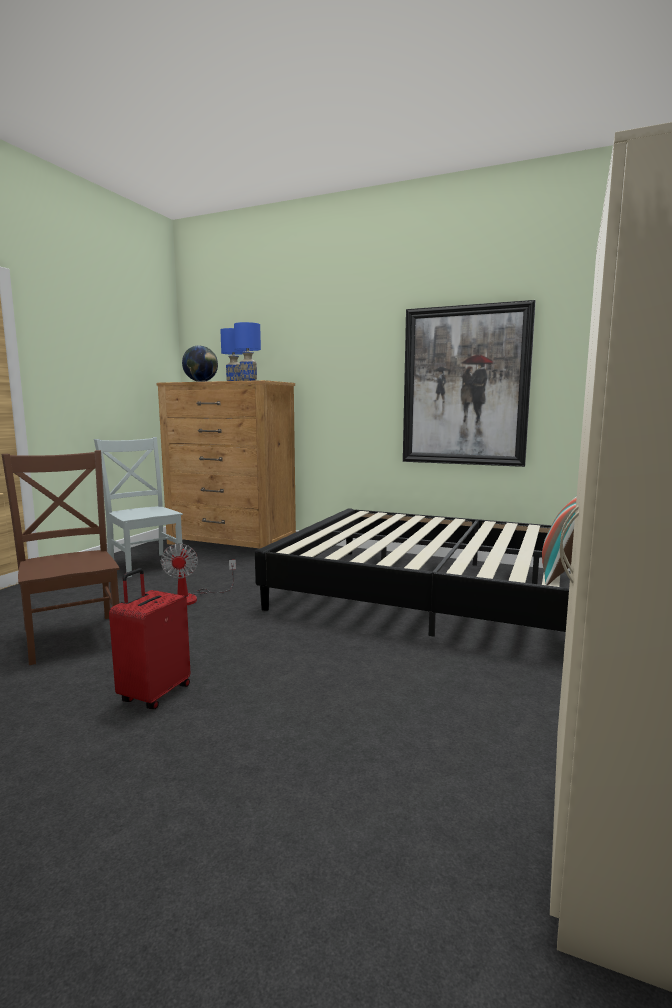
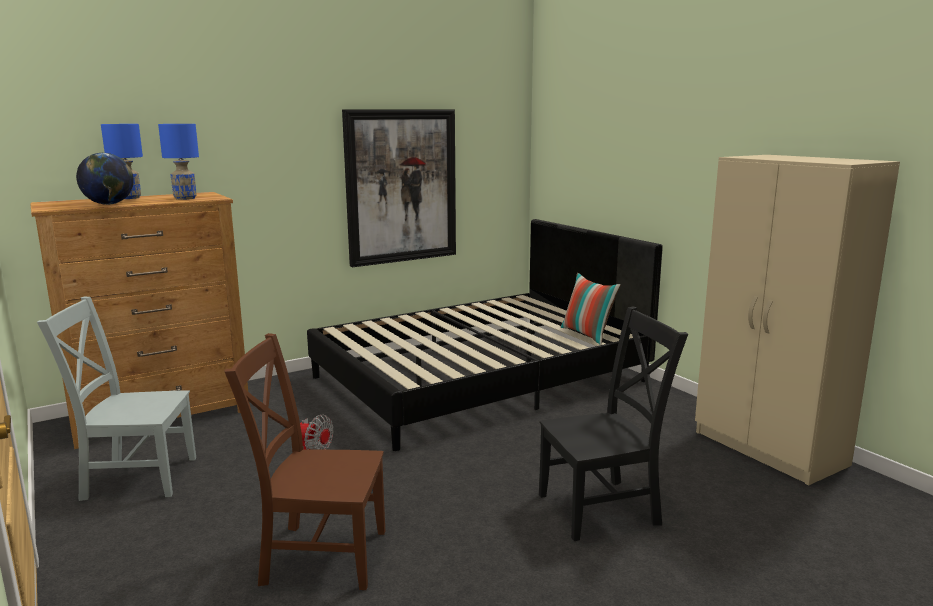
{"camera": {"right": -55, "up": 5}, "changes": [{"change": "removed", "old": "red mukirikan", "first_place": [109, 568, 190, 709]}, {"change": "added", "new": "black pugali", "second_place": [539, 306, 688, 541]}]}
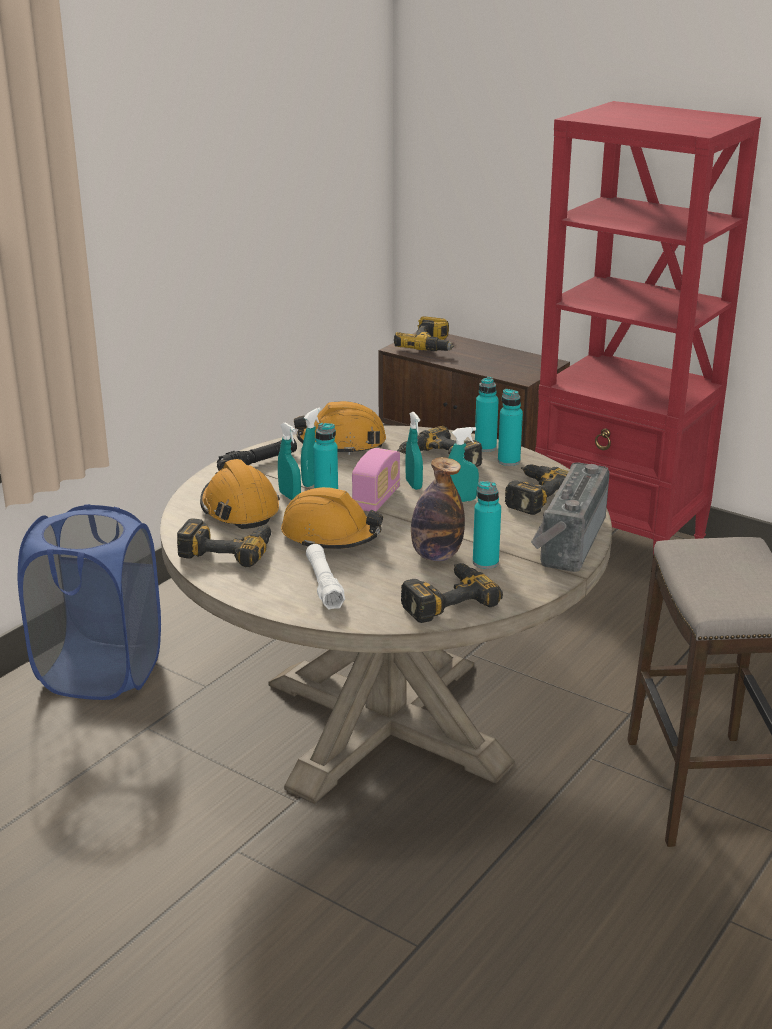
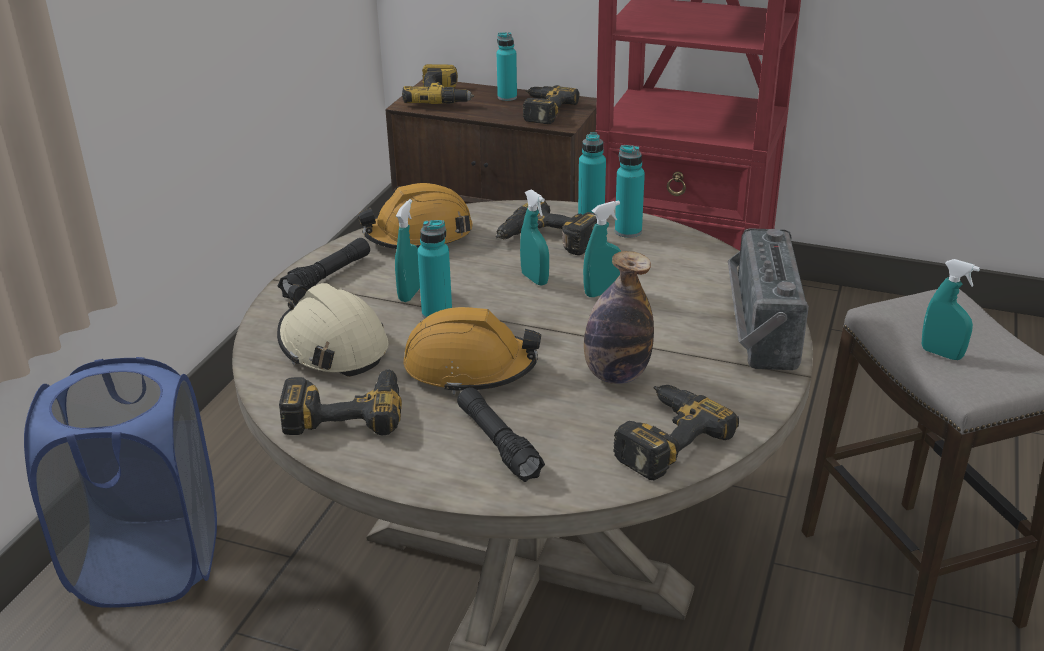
{"camera": {"right": -15, "up": 5}, "changes": [{"change": "recoloured", "old": "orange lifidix", "new": "beige lifidix", "first_place": [200, 459, 280, 529], "second_place": [277, 283, 388, 377]}, {"change": "moved", "old": "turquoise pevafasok", "first_place": [278, 422, 301, 500], "second_place": [922, 259, 980, 360]}, {"change": "recoloured", "old": "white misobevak", "new": "black misobevak", "first_place": [306, 544, 345, 610], "second_place": [457, 387, 545, 482]}, {"change": "removed", "old": "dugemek", "first_place": [352, 448, 400, 511]}, {"change": "moved", "old": "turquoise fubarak", "first_place": [473, 481, 501, 569], "second_place": [497, 32, 517, 101]}, {"change": "moved", "old": "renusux", "first_place": [505, 465, 569, 515], "second_place": [523, 85, 580, 124]}]}
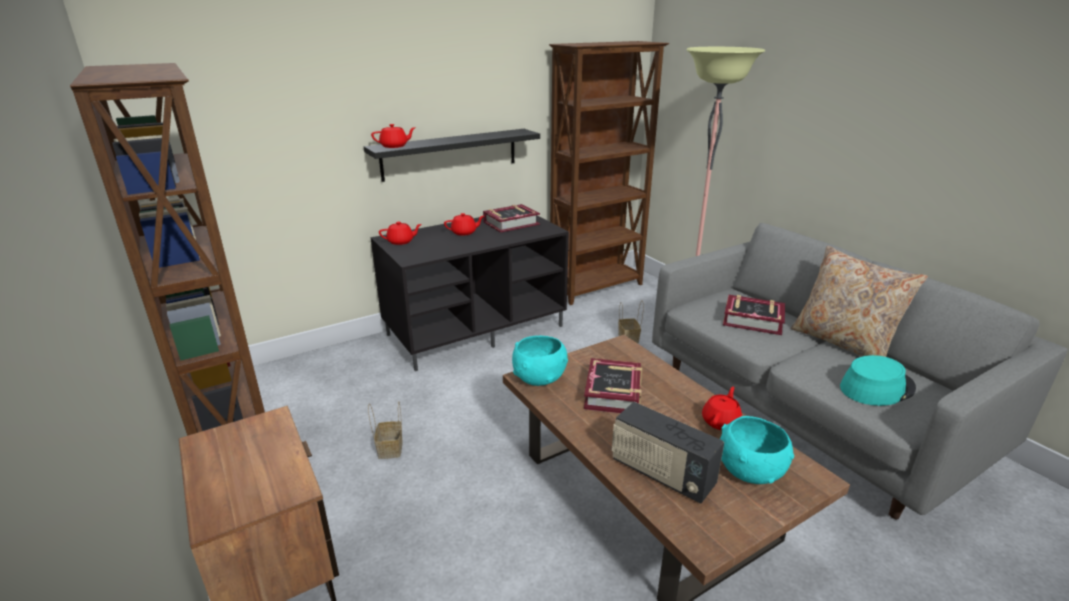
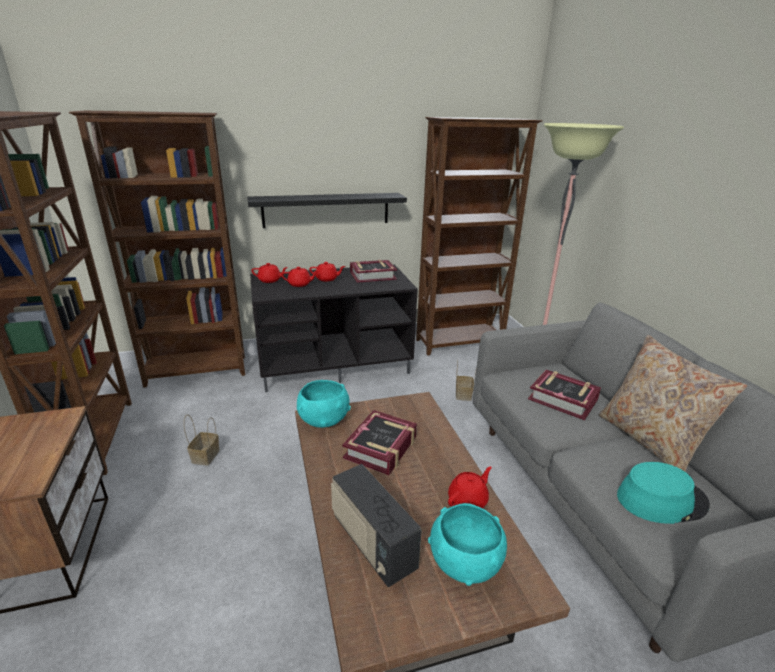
{"camera": {"right": 15, "up": 0}, "changes": [{"change": "moved", "old": "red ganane", "first_place": [371, 124, 416, 148], "second_place": [281, 267, 318, 287]}, {"change": "added", "new": "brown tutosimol", "second_place": [69, 111, 245, 388]}]}
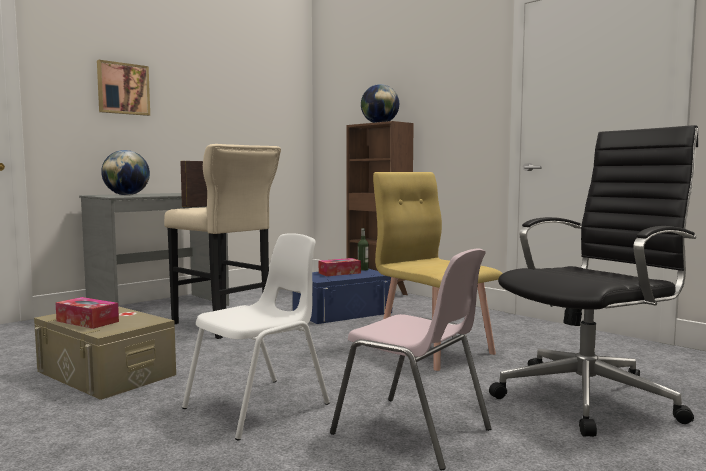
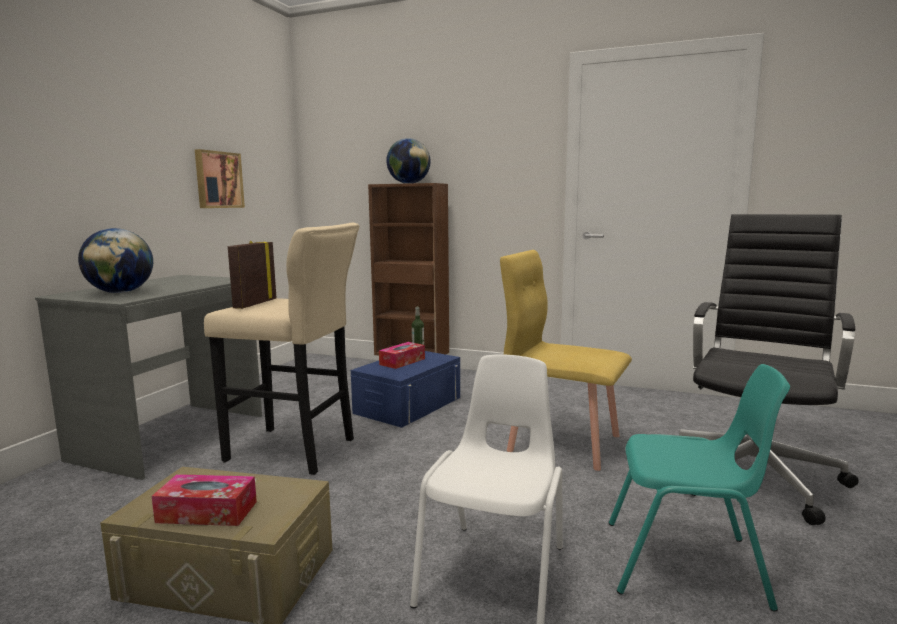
{"camera": {"right": -25, "up": 5}, "changes": [{"change": "moved", "old": "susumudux", "first_place": [97, 60, 150, 116], "second_place": [195, 149, 245, 208]}, {"change": "recoloured", "old": "pink pugali", "new": "turquoise pugali", "first_place": [330, 248, 492, 470], "second_place": [609, 364, 790, 612]}]}
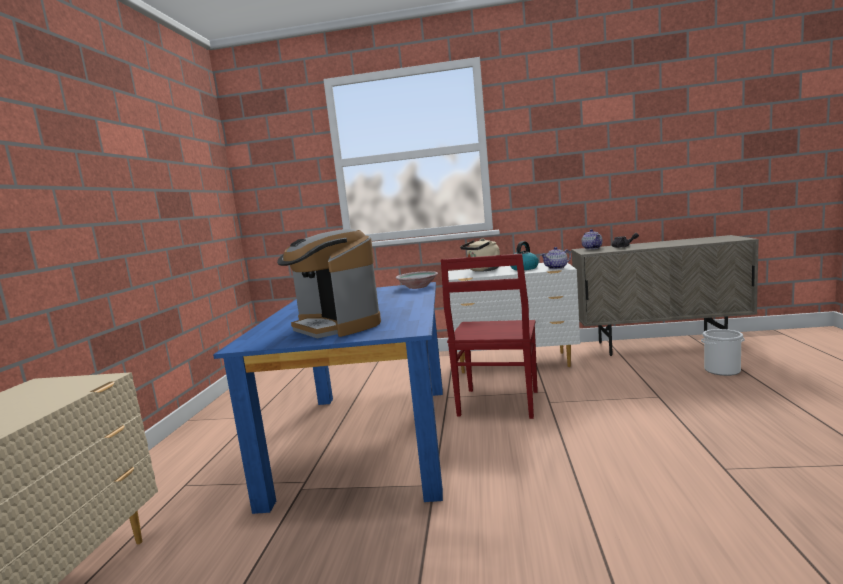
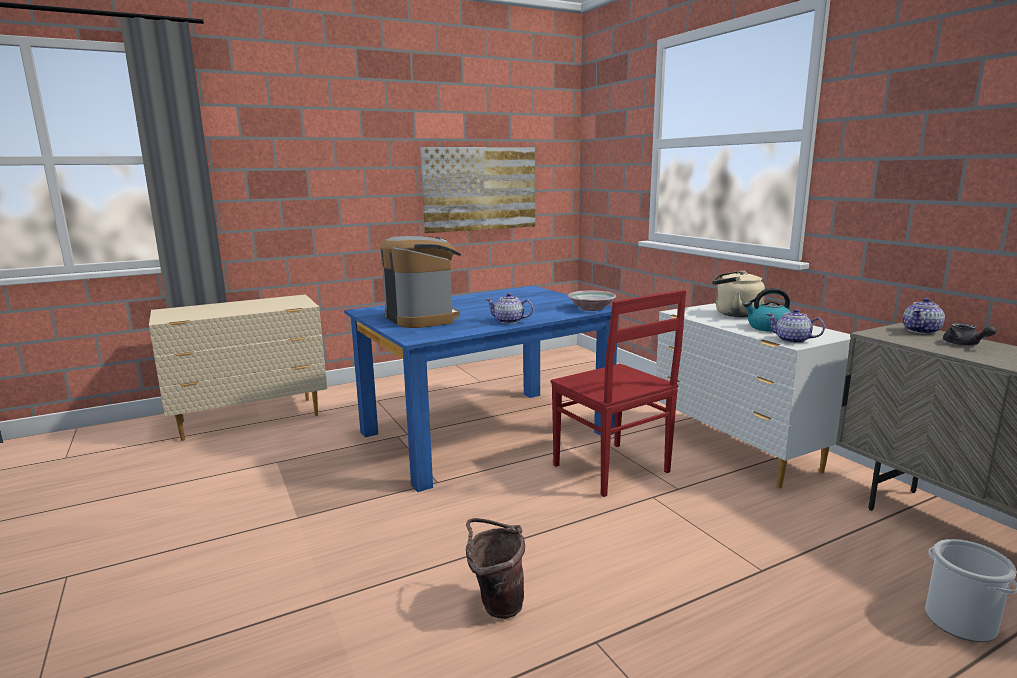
{"camera": {"right": 55, "up": 5}, "changes": [{"change": "turned", "old": "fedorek", "first_place": [277, 229, 381, 338], "second_place": [380, 236, 461, 328], "degrees": 135}, {"change": "turned", "old": "red pugali", "first_place": [441, 254, 538, 419], "second_place": [551, 290, 686, 497], "degrees": -105}, {"change": "added", "new": "susumudux", "second_place": [420, 147, 535, 233]}, {"change": "added", "new": "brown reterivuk", "second_place": [466, 518, 525, 619]}, {"change": "added", "new": "ganane", "second_place": [485, 293, 533, 324]}]}
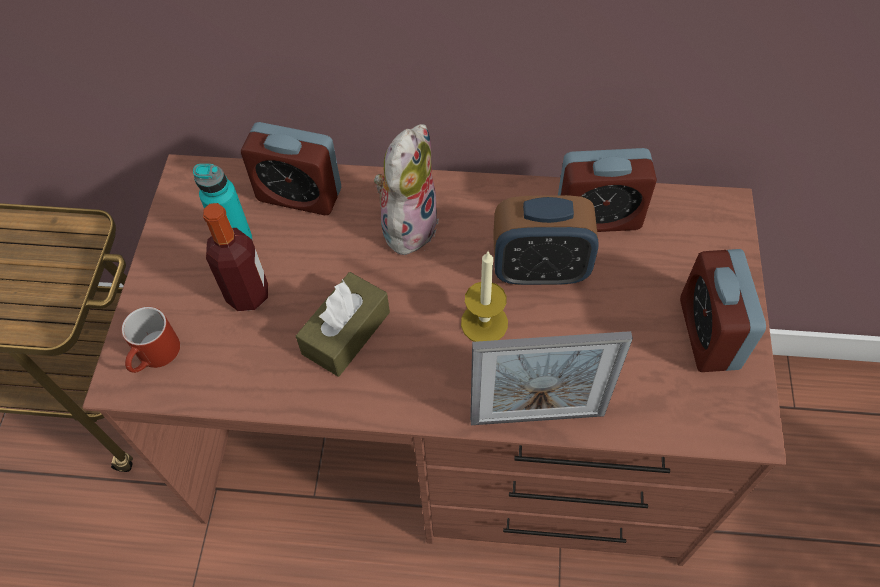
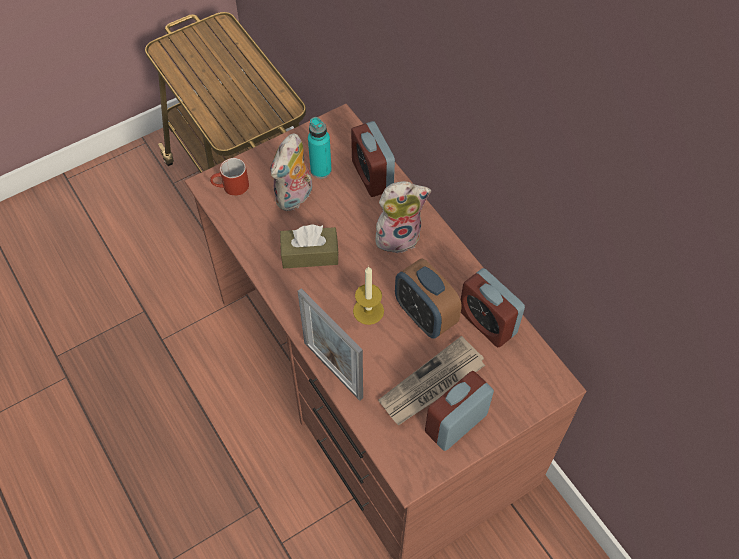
{"camera": {"right": 50, "up": 0}, "changes": [{"change": "replaced", "old": "fubarak", "new": "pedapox", "first_place": [203, 203, 268, 311], "second_place": [270, 134, 312, 211]}, {"change": "added", "new": "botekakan", "second_place": [378, 336, 485, 425]}]}
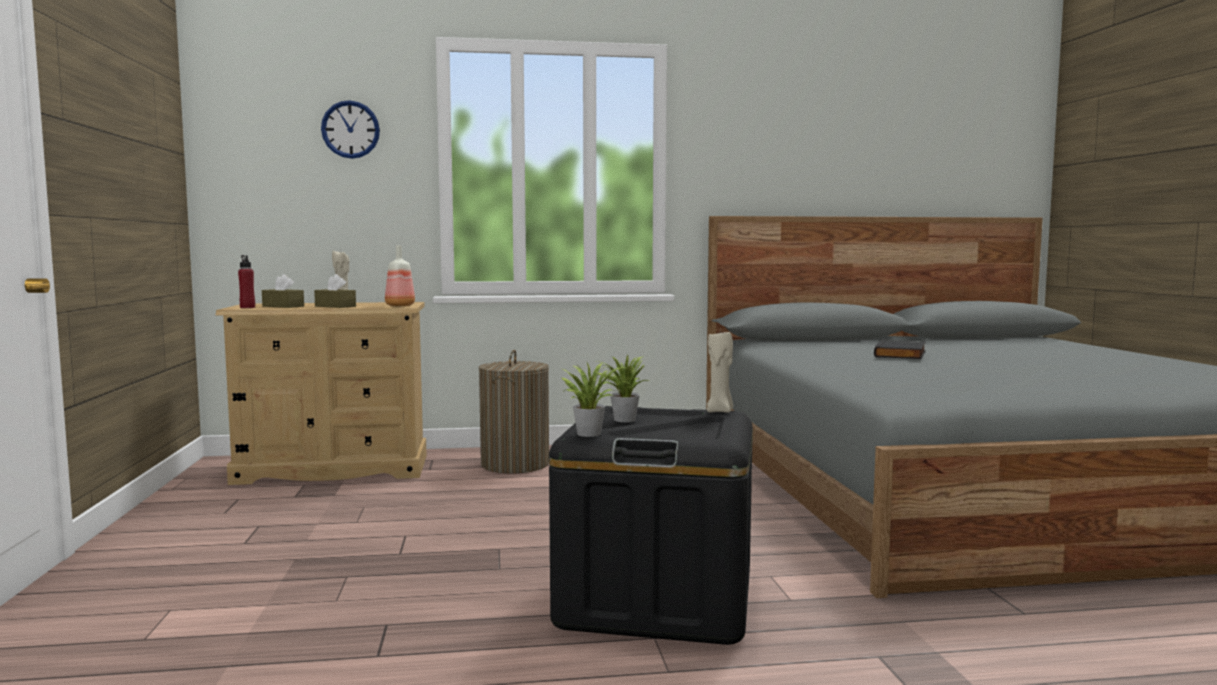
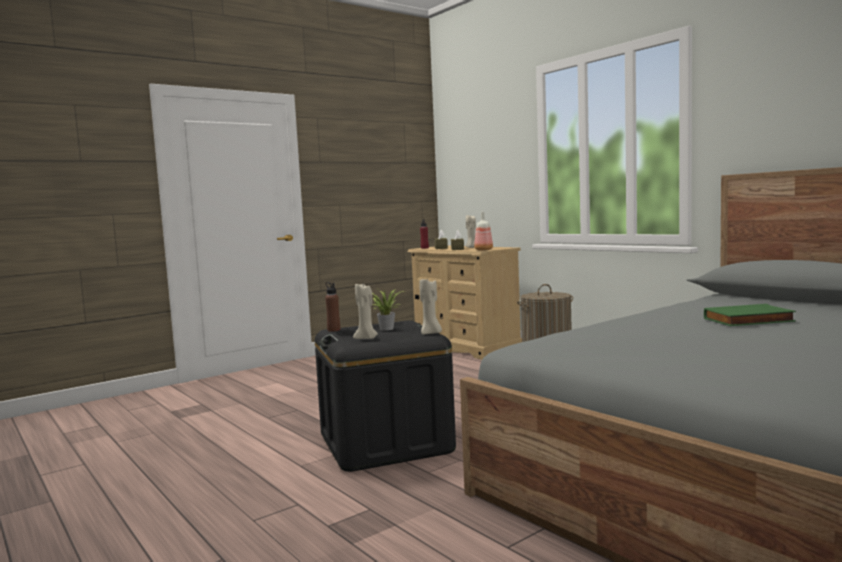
{"camera": {"right": 60, "up": 0}, "changes": [{"change": "removed", "old": "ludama", "first_place": [321, 100, 380, 159]}, {"change": "replaced", "old": "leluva", "new": "brown fubarak", "first_place": [561, 363, 625, 437], "second_place": [325, 282, 340, 331]}, {"change": "recoloured", "old": "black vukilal", "new": "green vukilal", "first_place": [874, 339, 926, 359], "second_place": [704, 304, 796, 326]}, {"change": "added", "new": "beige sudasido", "second_place": [353, 284, 378, 339]}]}
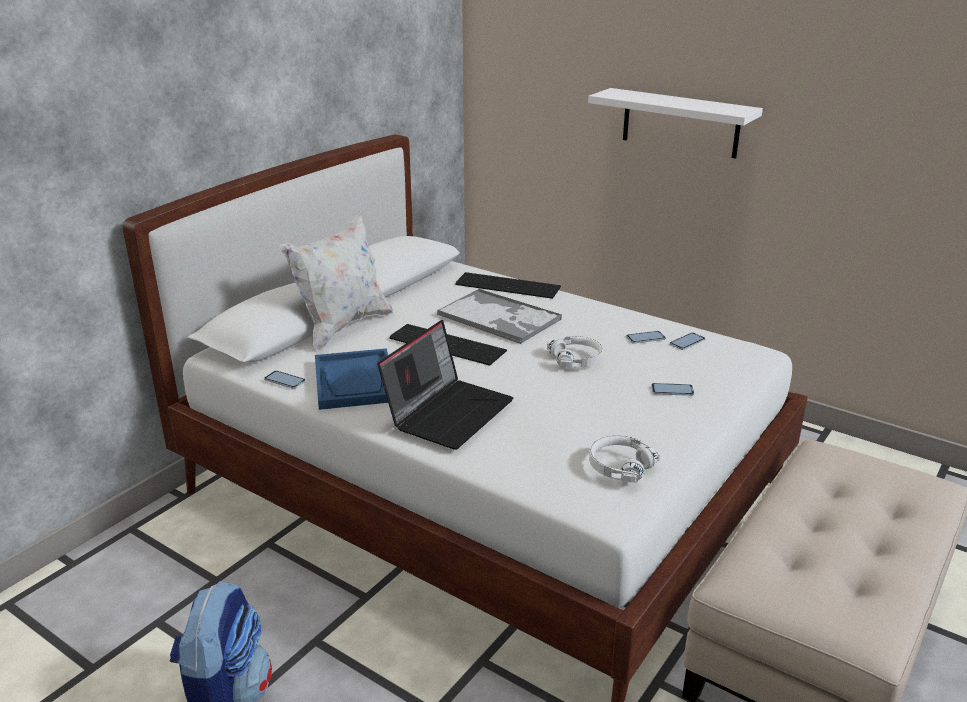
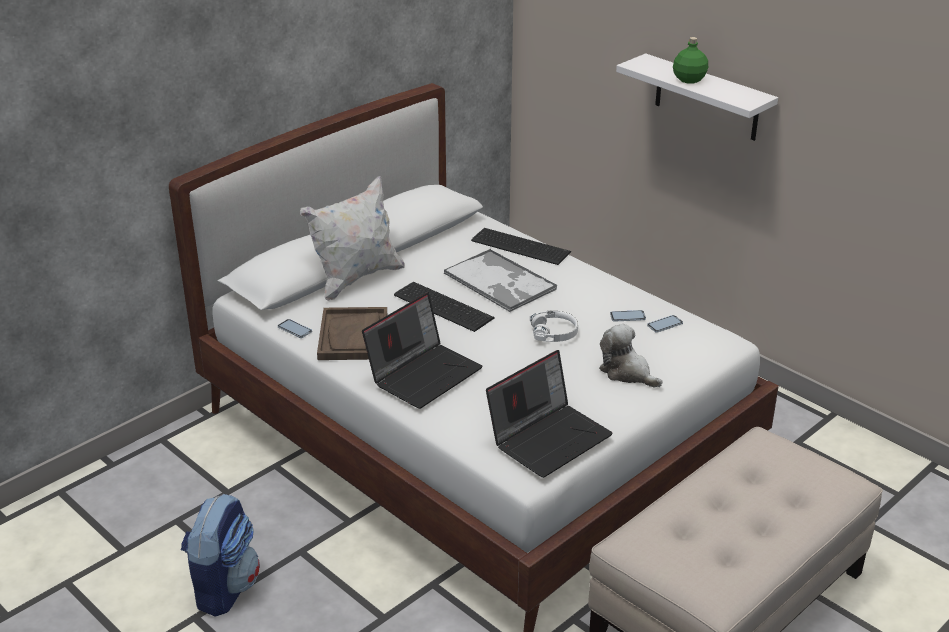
{"camera": {"right": 10, "up": 5}, "changes": [{"change": "recoloured", "old": "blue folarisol", "new": "brown folarisol", "first_place": [315, 348, 388, 410], "second_place": [317, 307, 387, 360]}, {"change": "replaced", "old": "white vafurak", "new": "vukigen", "first_place": [589, 435, 660, 483], "second_place": [486, 350, 613, 478]}, {"change": "replaced", "old": "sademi", "new": "pedapox", "first_place": [651, 383, 694, 396], "second_place": [599, 324, 663, 387]}, {"change": "added", "new": "green fubarak", "second_place": [673, 37, 708, 84]}]}
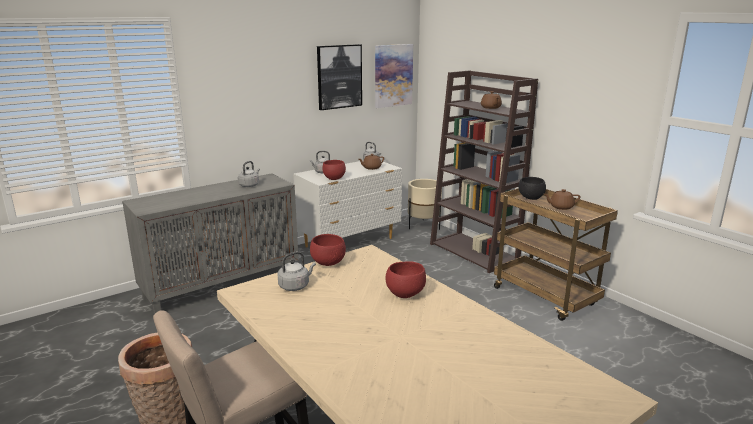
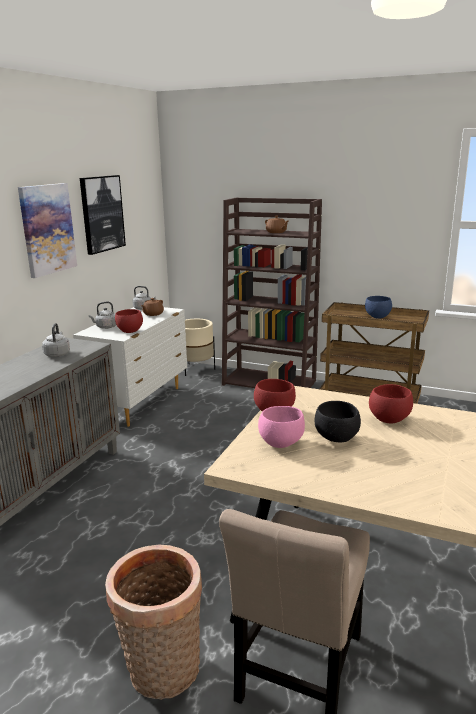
{"camera": {"right": -30, "up": 0}, "changes": [{"change": "replaced", "old": "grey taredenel", "new": "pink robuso", "first_place": [278, 251, 316, 291], "second_place": [258, 406, 305, 448]}, {"change": "moved", "old": "susumudux", "first_place": [375, 44, 413, 108], "second_place": [18, 183, 77, 278]}, {"change": "moved", "old": "black robuso", "first_place": [518, 177, 546, 200], "second_place": [315, 401, 361, 443]}, {"change": "replaced", "old": "brown ganane", "new": "blue robuso", "first_place": [544, 189, 580, 210], "second_place": [365, 296, 392, 319]}]}
